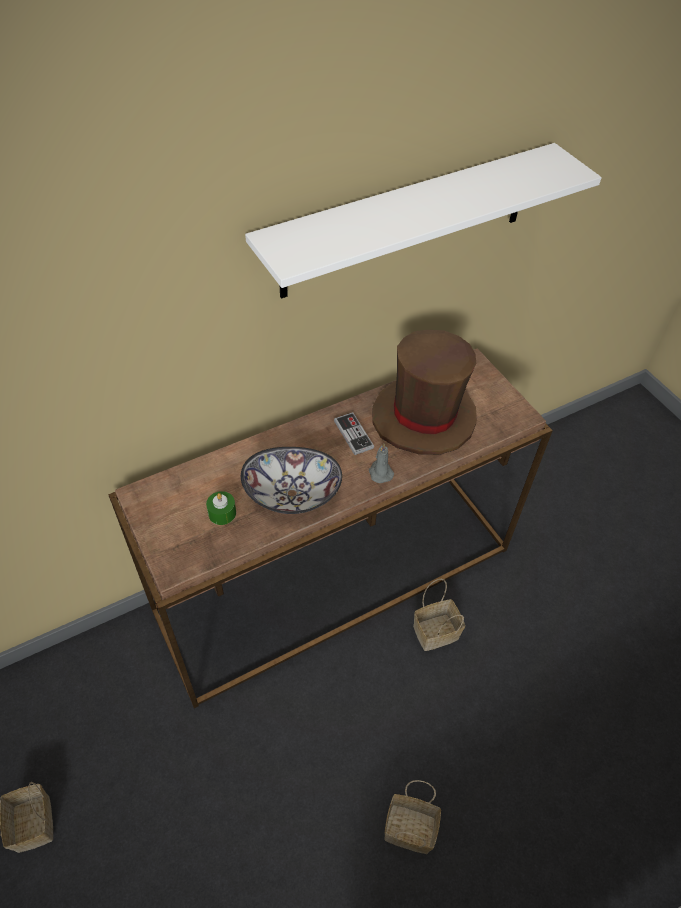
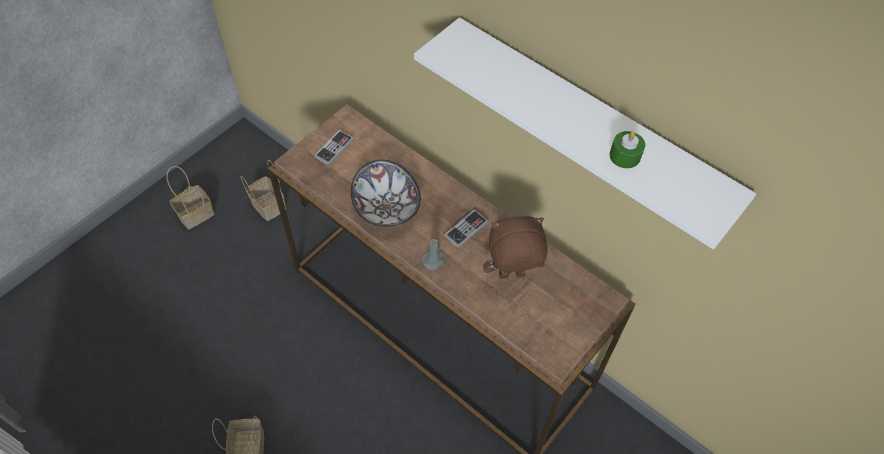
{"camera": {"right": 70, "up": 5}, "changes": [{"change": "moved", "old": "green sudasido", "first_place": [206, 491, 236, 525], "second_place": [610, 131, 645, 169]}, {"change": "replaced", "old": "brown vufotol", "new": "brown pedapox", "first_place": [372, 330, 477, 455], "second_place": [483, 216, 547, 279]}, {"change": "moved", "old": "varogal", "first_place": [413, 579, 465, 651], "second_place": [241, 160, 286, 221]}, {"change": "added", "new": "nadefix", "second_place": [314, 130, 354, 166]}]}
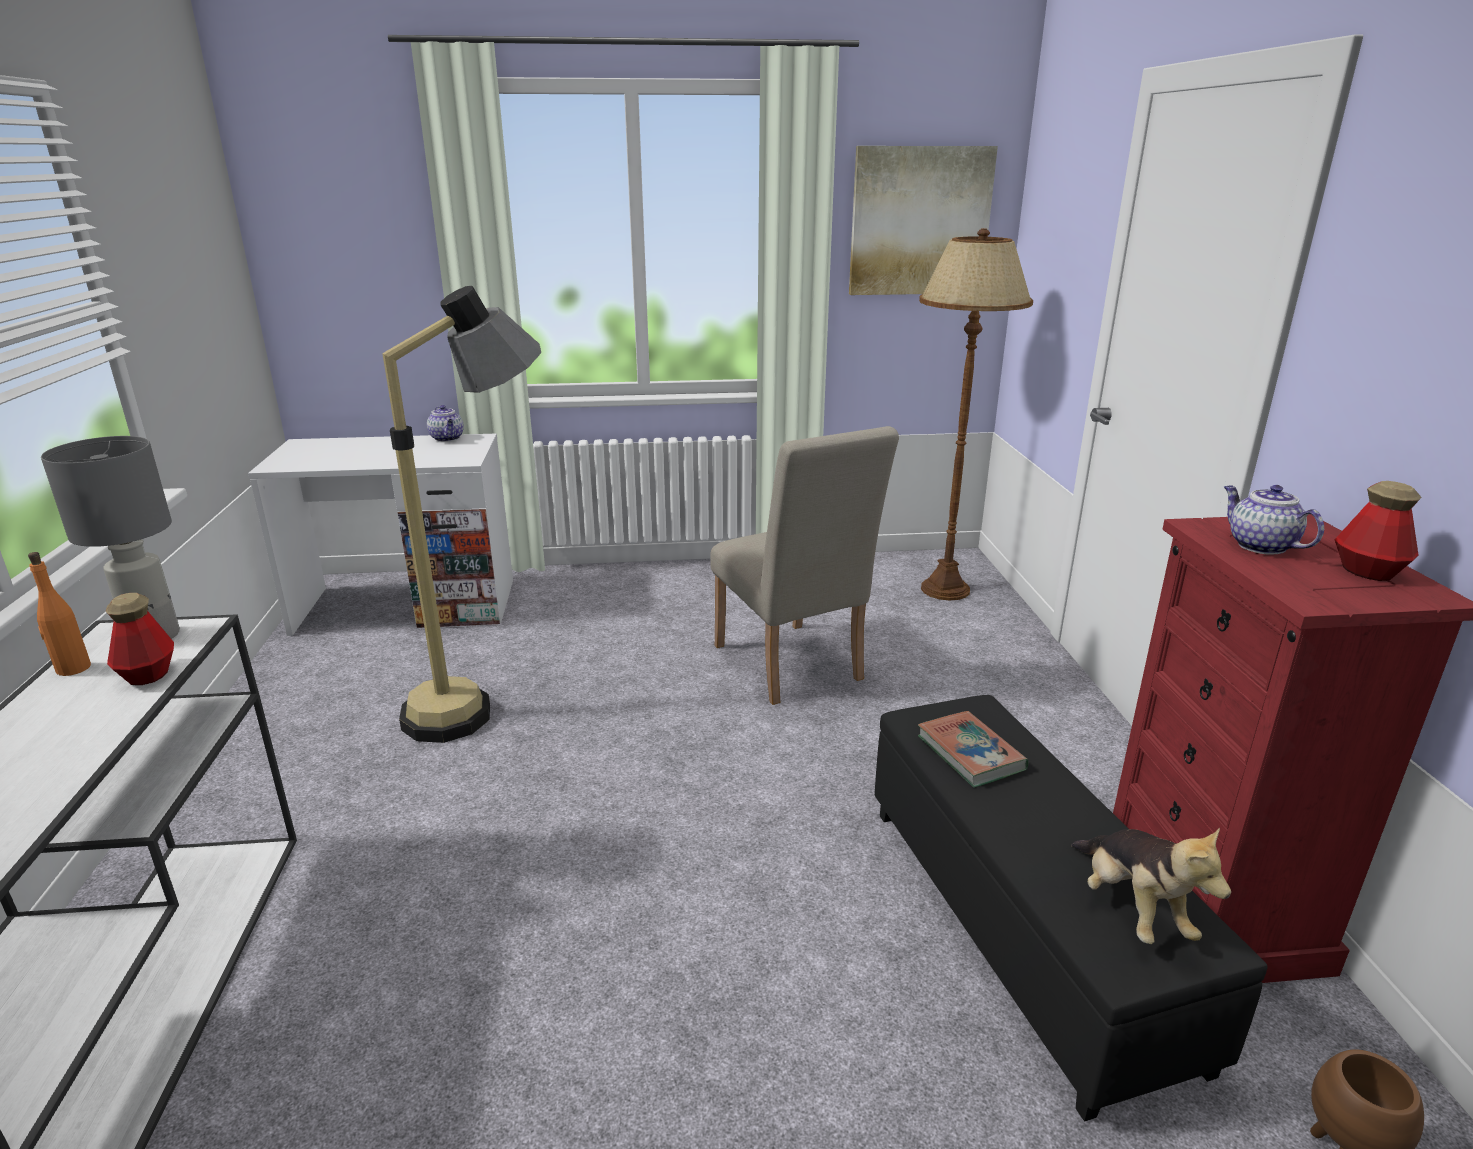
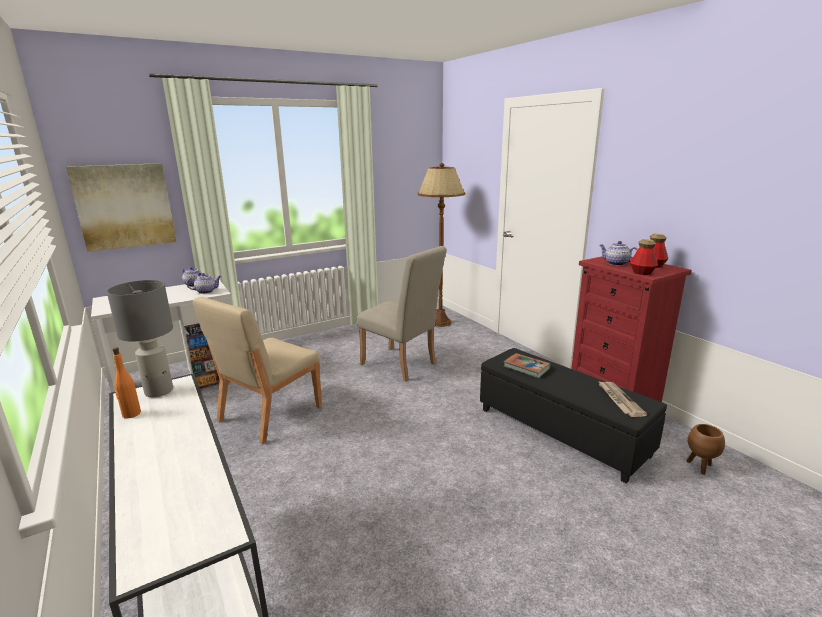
{"camera": {"right": -25, "up": -5}, "changes": [{"change": "moved", "old": "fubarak", "first_place": [106, 593, 174, 685], "second_place": [630, 239, 658, 275]}, {"change": "replaced", "old": "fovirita", "new": "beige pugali", "first_place": [382, 286, 541, 743], "second_place": [193, 297, 322, 444]}, {"change": "moved", "old": "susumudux", "first_place": [849, 146, 998, 295], "second_place": [66, 163, 176, 252]}, {"change": "replaced", "old": "pedapox", "new": "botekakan", "first_place": [1071, 827, 1231, 944], "second_place": [598, 381, 648, 417]}, {"change": "added", "new": "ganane", "second_place": [186, 273, 221, 294]}]}
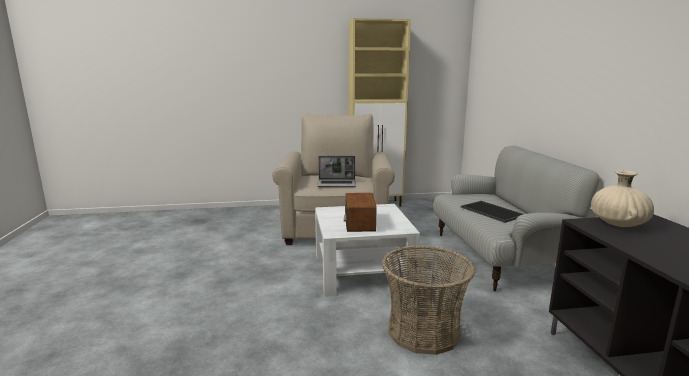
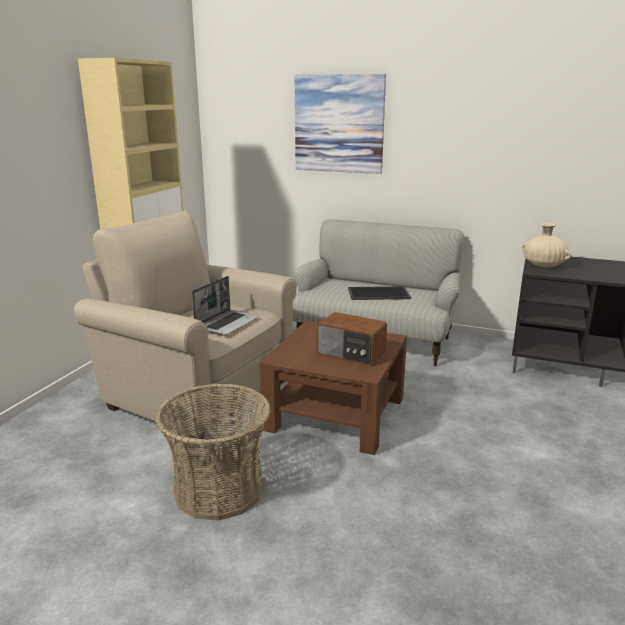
{"camera": {"right": -60, "up": 5}, "changes": [{"change": "recoloured", "old": "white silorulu", "new": "brown silorulu", "first_place": [315, 204, 420, 296], "second_place": [259, 321, 407, 455]}, {"change": "moved", "old": "varogal", "first_place": [382, 245, 475, 355], "second_place": [155, 383, 271, 520]}, {"change": "added", "new": "susumudux", "second_place": [295, 74, 386, 174]}]}
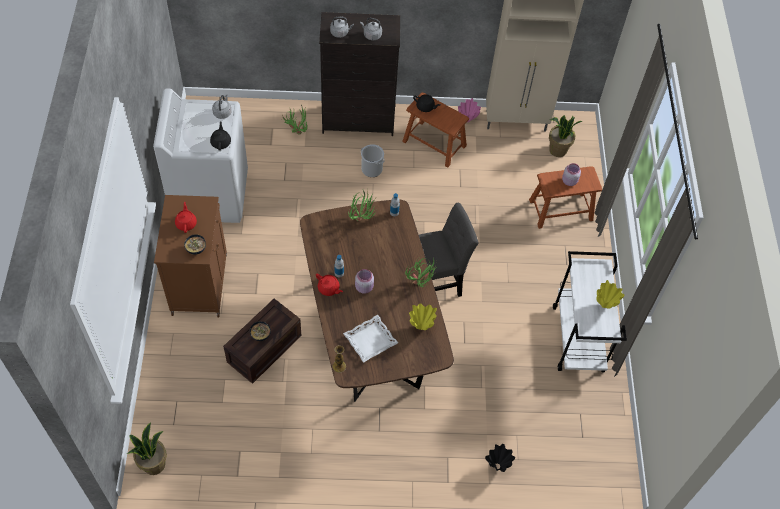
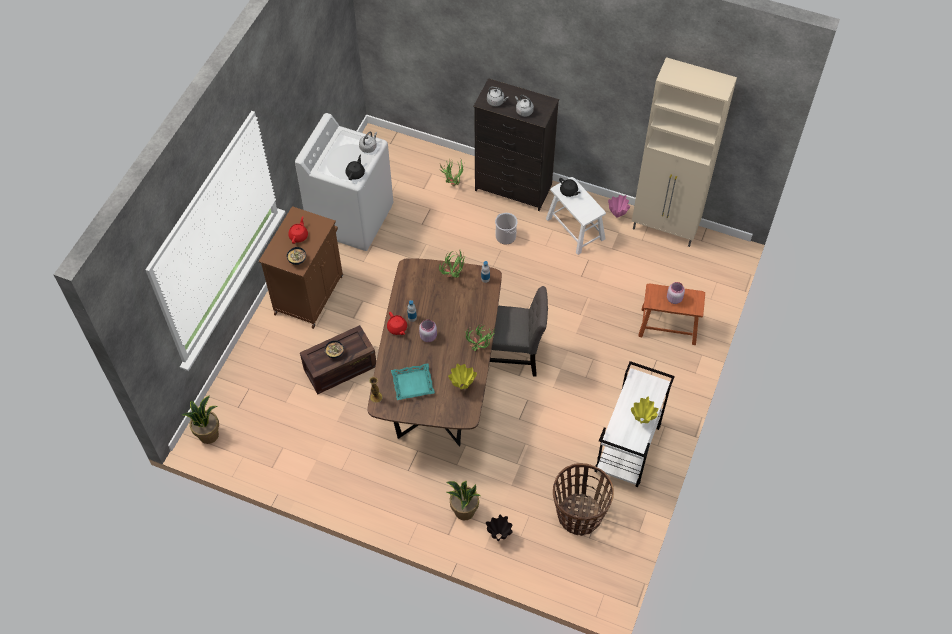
{"camera": {"right": 25, "up": 0}, "changes": [{"change": "recoloured", "old": "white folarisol", "new": "turquoise folarisol", "first_place": [343, 315, 398, 363], "second_place": [391, 363, 435, 400]}, {"change": "recoloured", "old": "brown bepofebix", "new": "white bepofebix", "first_place": [402, 93, 469, 168], "second_place": [546, 177, 606, 255]}, {"change": "moved", "old": "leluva", "first_place": [549, 115, 583, 157], "second_place": [446, 481, 480, 520]}, {"change": "added", "new": "varogal", "second_place": [553, 463, 614, 536]}]}
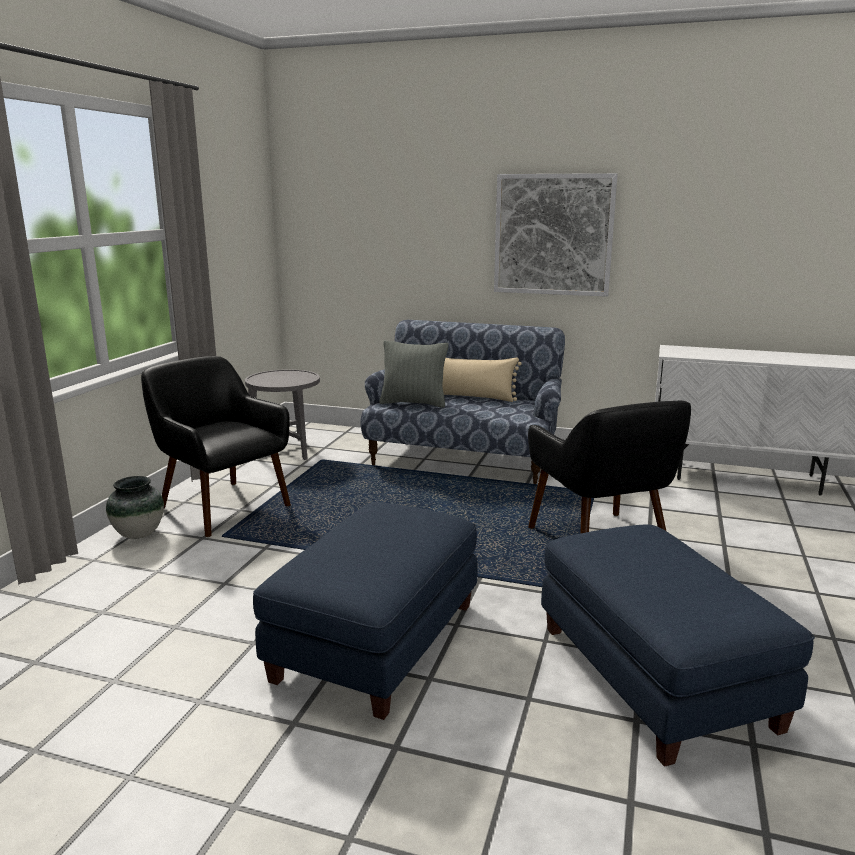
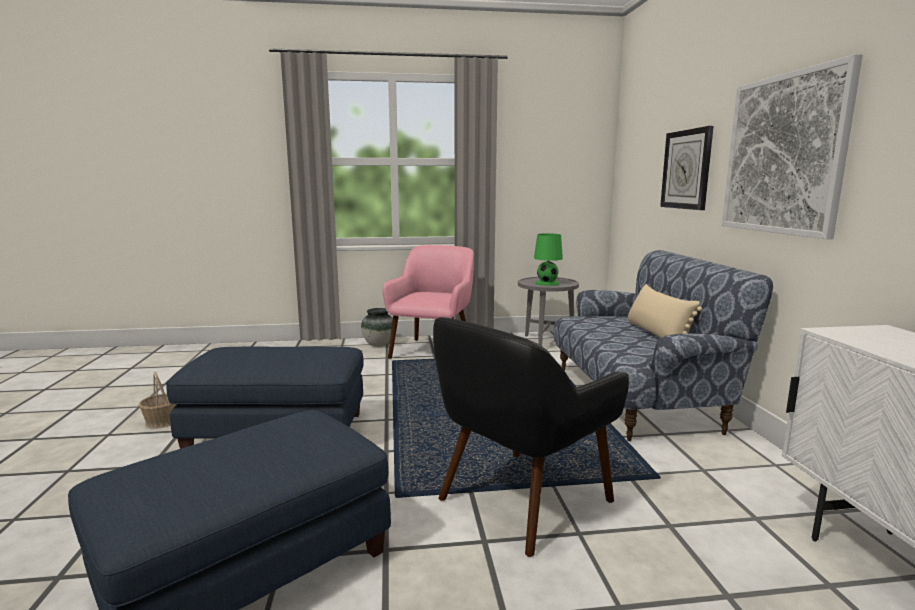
{"camera": {"right": 65, "up": -5}, "changes": [{"change": "recoloured", "old": "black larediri", "new": "pink larediri", "first_place": [141, 356, 291, 537], "second_place": [383, 245, 474, 359]}, {"change": "removed", "old": "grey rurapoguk", "first_place": [379, 340, 449, 408]}, {"change": "added", "new": "varogal", "second_place": [138, 372, 176, 429]}, {"change": "added", "new": "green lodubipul", "second_place": [534, 233, 563, 286]}, {"change": "added", "new": "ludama", "second_place": [660, 126, 713, 210]}]}
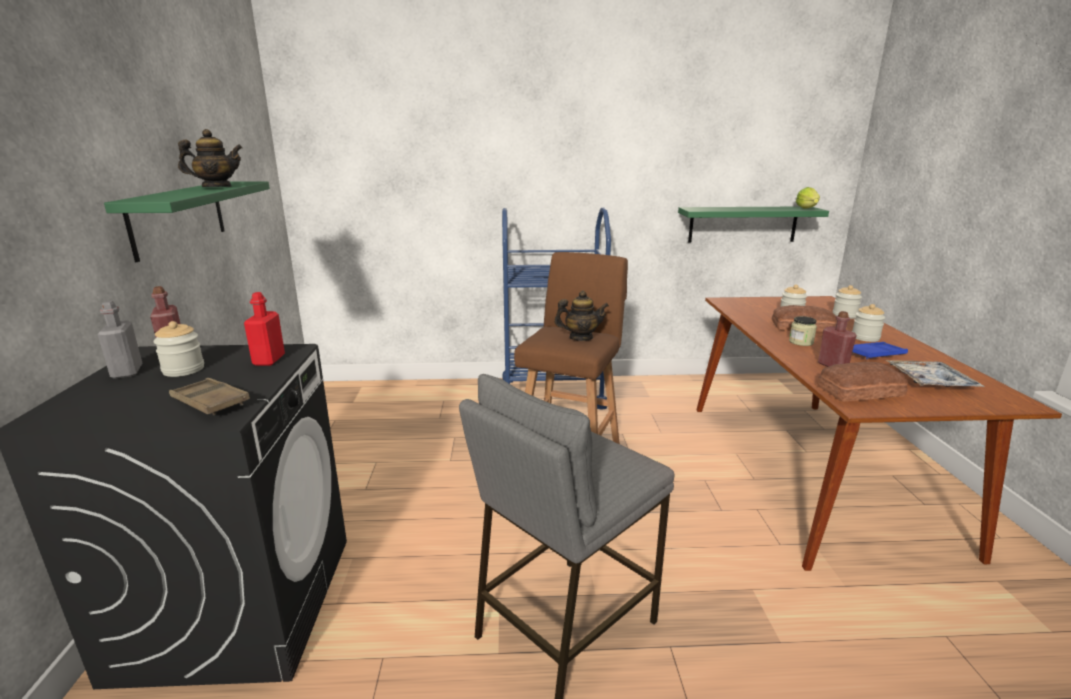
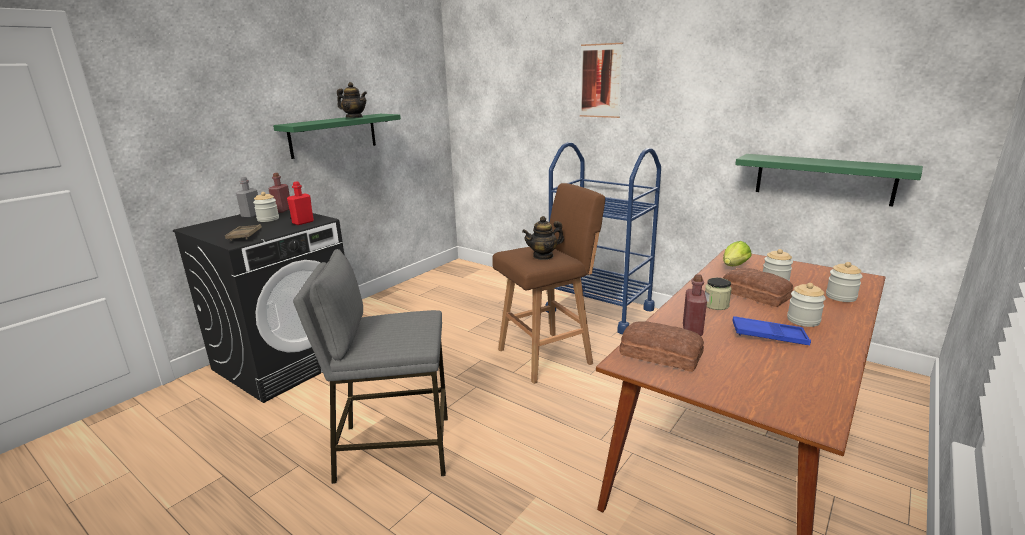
{"camera": {"right": 40, "up": 0}, "changes": [{"change": "turned", "old": "ganane", "first_place": [554, 290, 609, 341], "second_place": [522, 216, 564, 260], "degrees": 120}, {"change": "moved", "old": "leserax", "first_place": [796, 187, 820, 208], "second_place": [723, 241, 752, 266]}, {"change": "removed", "old": "folarisol", "first_place": [886, 360, 985, 387]}, {"change": "added", "new": "susumudux", "second_place": [580, 42, 623, 118]}]}
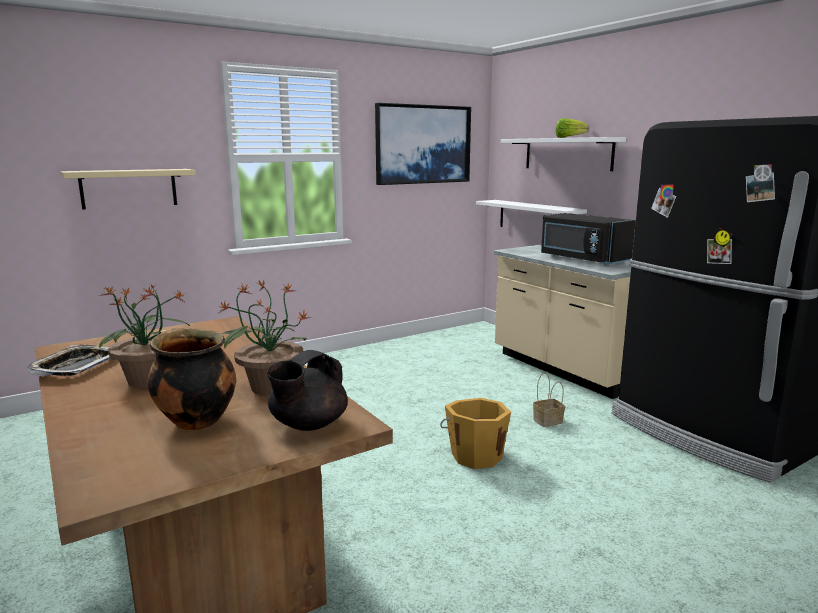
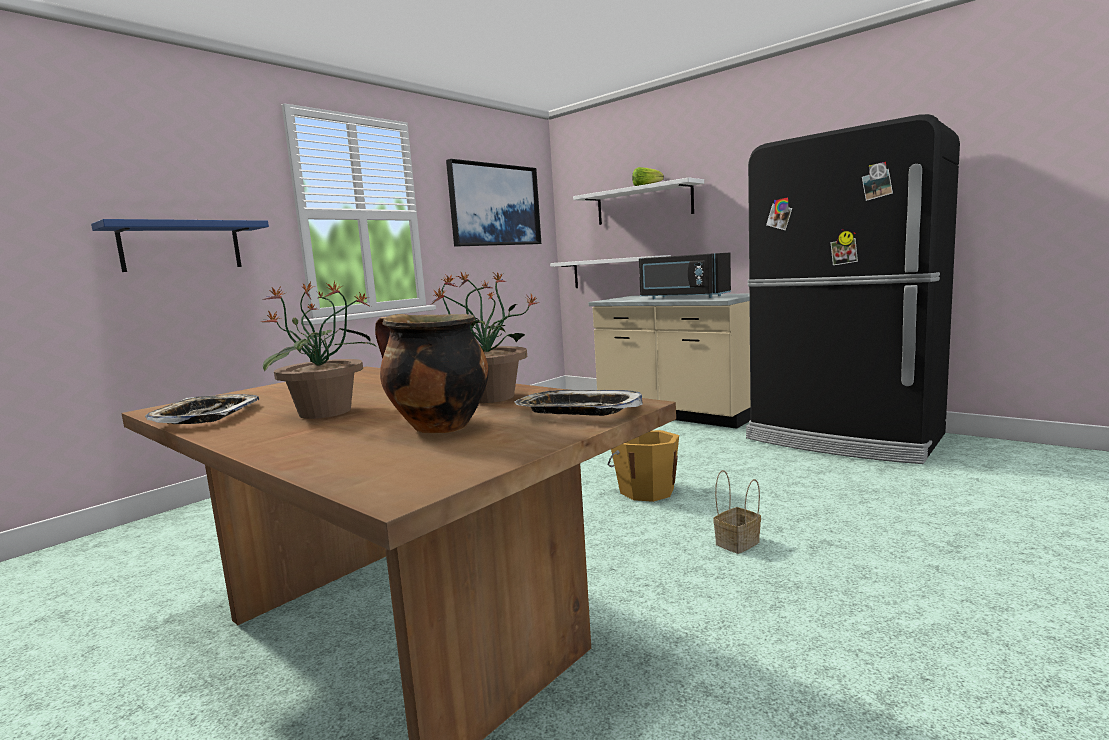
{"camera": {"right": -15, "up": -5}, "changes": [{"change": "recoloured", "old": "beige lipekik", "new": "blue lipekik", "first_place": [60, 169, 196, 210], "second_place": [91, 219, 269, 272]}, {"change": "replaced", "old": "black ganane", "new": "folarisol", "first_place": [267, 350, 348, 431], "second_place": [515, 390, 643, 416]}, {"change": "moved", "old": "varogal", "first_place": [533, 373, 565, 427], "second_place": [714, 470, 761, 554]}]}
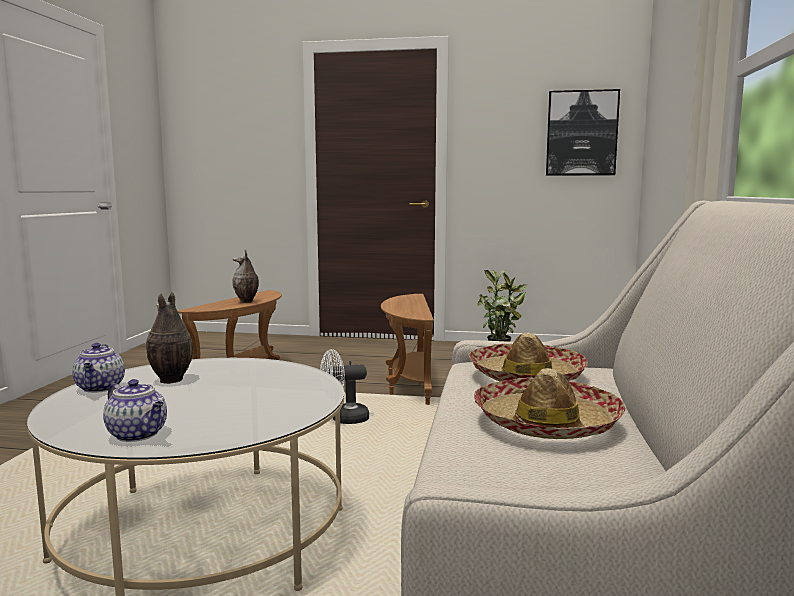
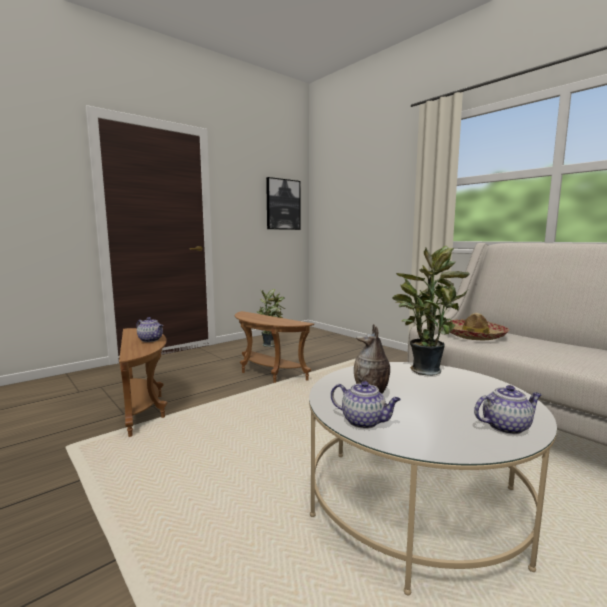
{"camera": {"right": -50, "up": 0}, "changes": [{"change": "replaced", "old": "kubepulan", "new": "ganane", "first_place": [232, 250, 259, 303], "second_place": [136, 317, 163, 342]}, {"change": "removed", "old": "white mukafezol", "first_place": [320, 349, 369, 424]}, {"change": "removed", "old": "vufotol", "first_place": [474, 368, 625, 439]}, {"change": "added", "new": "leluva", "second_place": [392, 246, 470, 376]}]}
